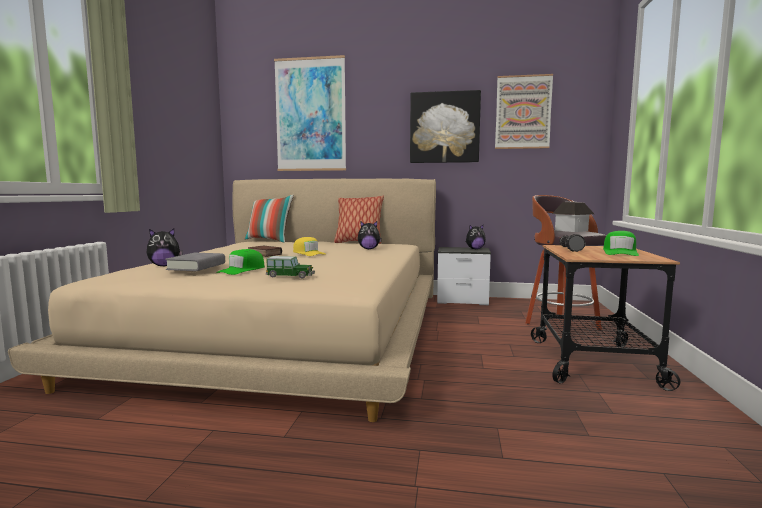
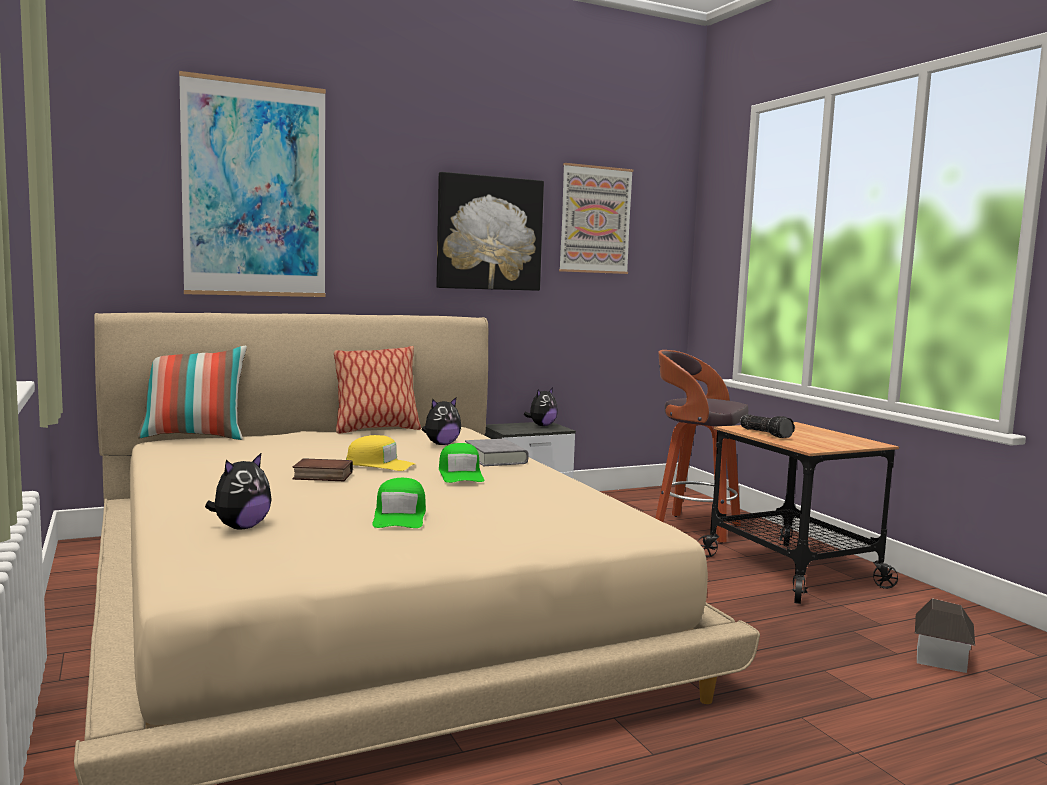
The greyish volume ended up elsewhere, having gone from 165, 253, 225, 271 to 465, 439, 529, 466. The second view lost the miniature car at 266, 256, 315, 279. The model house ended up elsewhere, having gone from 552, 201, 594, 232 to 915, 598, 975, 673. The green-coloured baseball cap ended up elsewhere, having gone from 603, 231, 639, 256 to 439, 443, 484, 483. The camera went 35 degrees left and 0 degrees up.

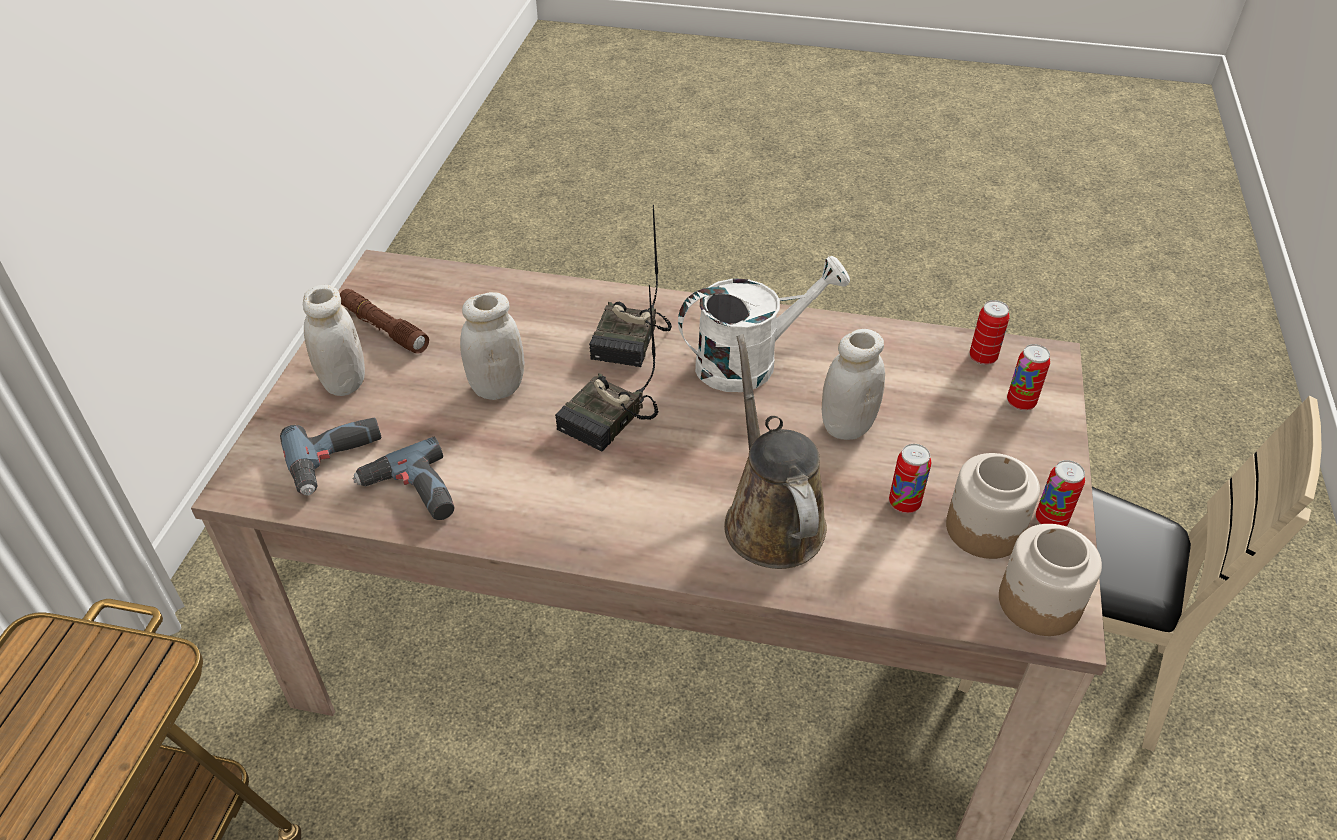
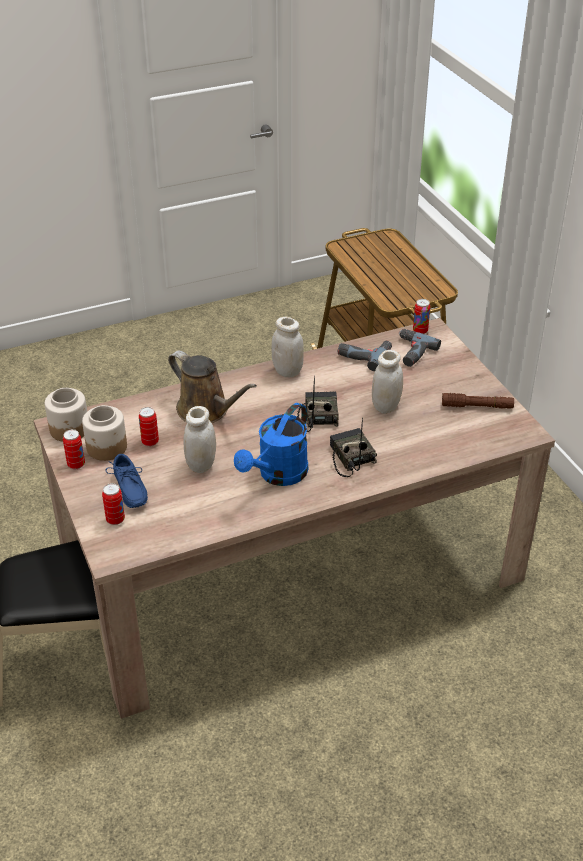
The whitish storage jar ended up elsewhere, having gone from 303, 285, 365, 396 to 272, 317, 304, 377. What was the whitish watering can at 678, 256, 850, 392 turned into the blue-coloured watering can at 234, 403, 308, 486. The sealed can ended up elsewhere, having gone from 970, 300, 1010, 365 to 413, 299, 430, 334. The second view gained the blue-coloured item of footwear at 106, 454, 148, 508. The camera went 145 degrees right and 5 degrees down.

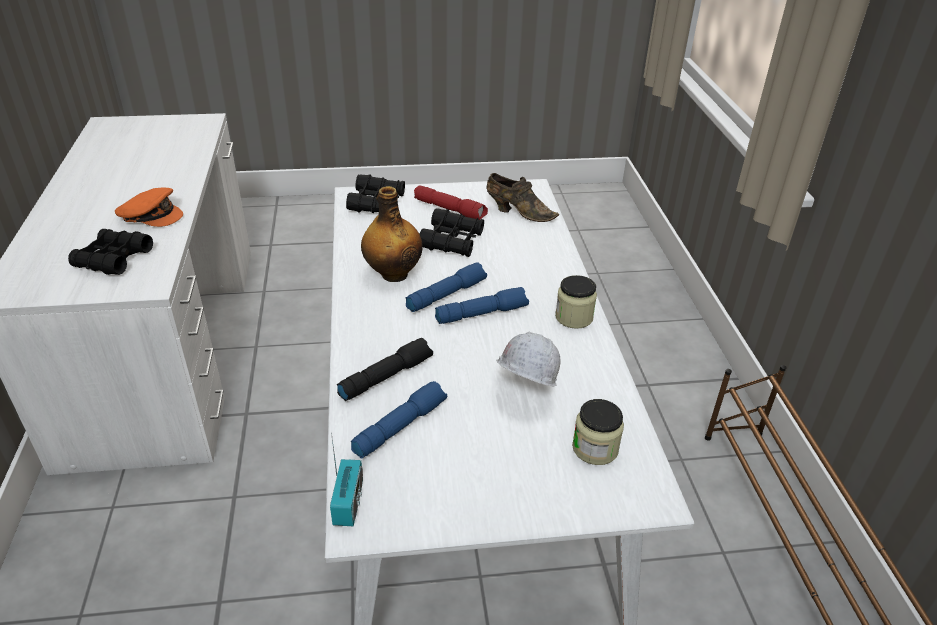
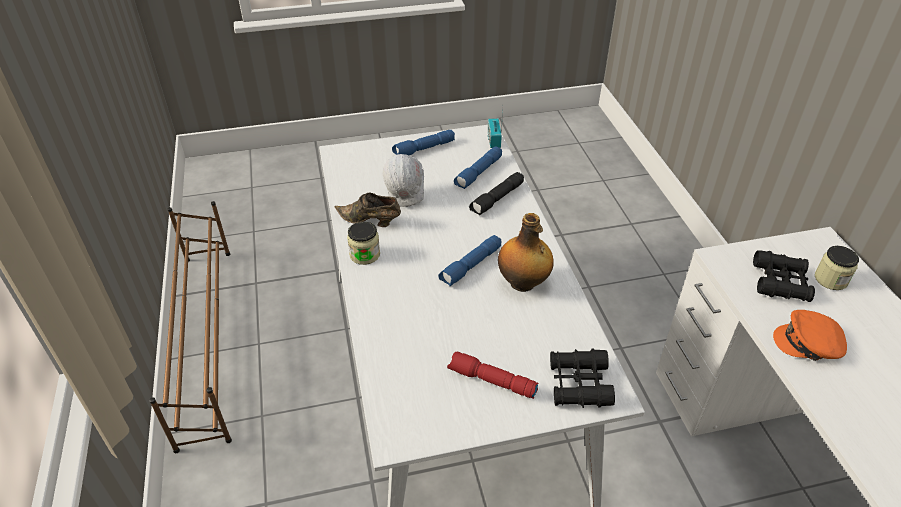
The second view lost the black binoculars at 420, 209, 484, 257. The blue-coloured hand torch ended up elsewhere, having gone from 435, 287, 529, 324 to 392, 130, 455, 155. The brown item of footwear ended up elsewhere, having gone from 486, 173, 559, 222 to 334, 192, 401, 227. The storage jar ended up elsewhere, having gone from 572, 399, 624, 465 to 815, 246, 859, 290. The camera went 175 degrees right and 5 degrees up.

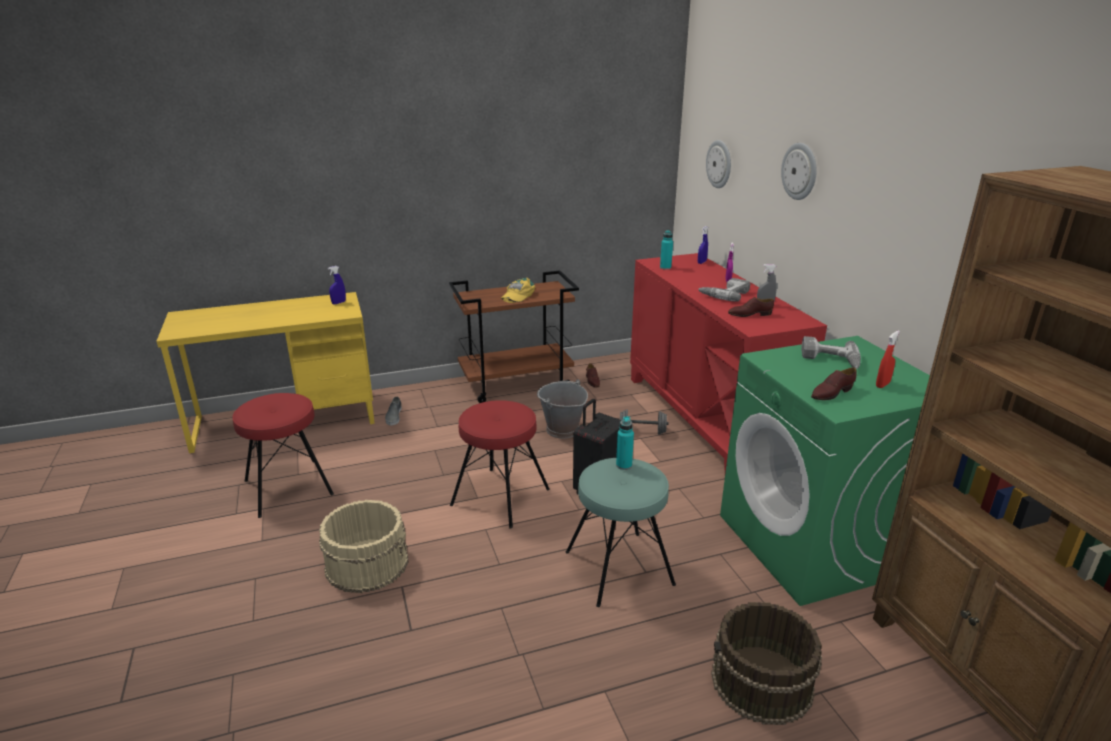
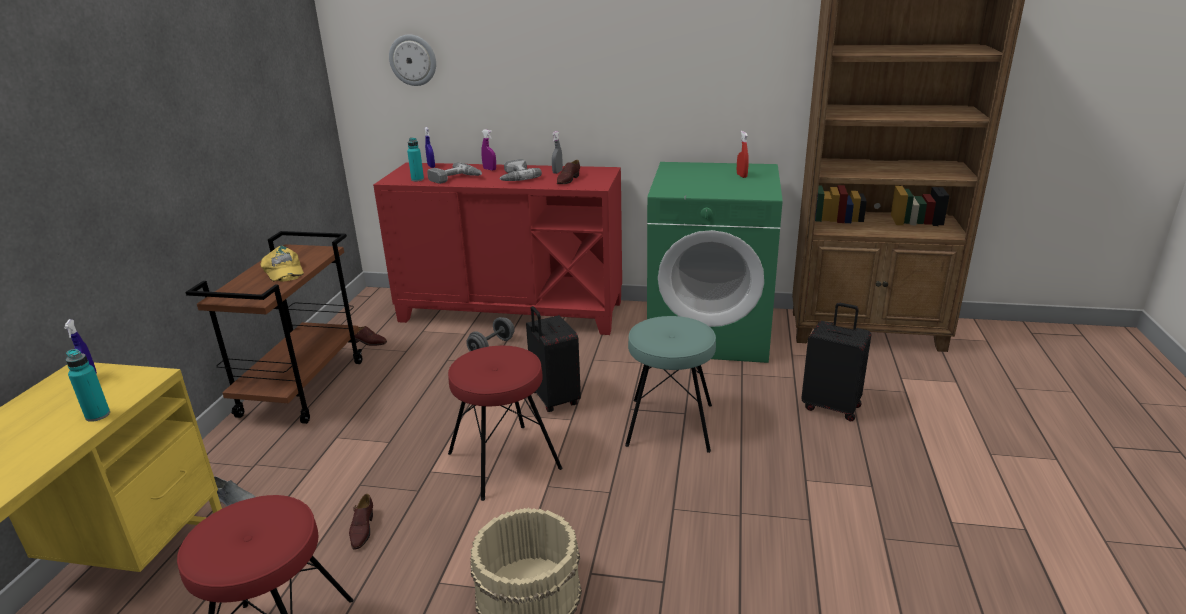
The second view lost the greyish bucket at 537, 379, 588, 439. The blue-green bottle ended up elsewhere, having gone from 616, 416, 634, 470 to 66, 349, 110, 422. Where the brown bucket stood at 711, 602, 822, 725, the black suitcase came to stand at 801, 303, 871, 421. The second view lost the clock on the wall at 781, 143, 817, 200. The electric drill ended up elsewhere, having gone from 801, 336, 861, 369 to 427, 162, 482, 184. The brown item of footwear ended up elsewhere, having gone from 811, 368, 856, 400 to 349, 494, 373, 549. The camera went 60 degrees left and 0 degrees up.

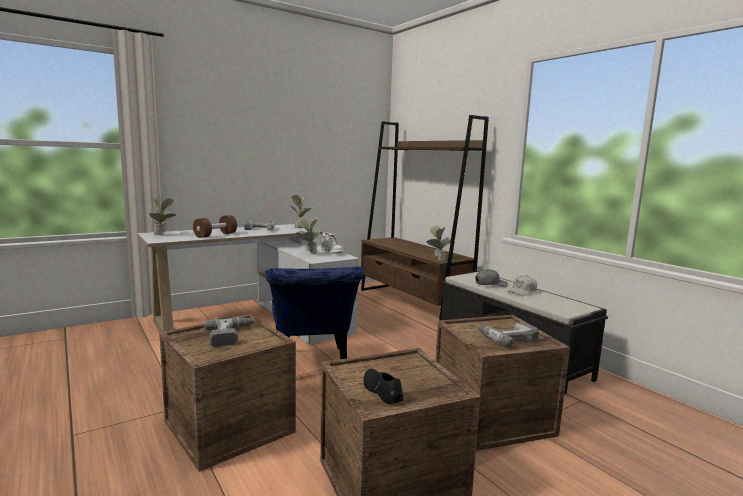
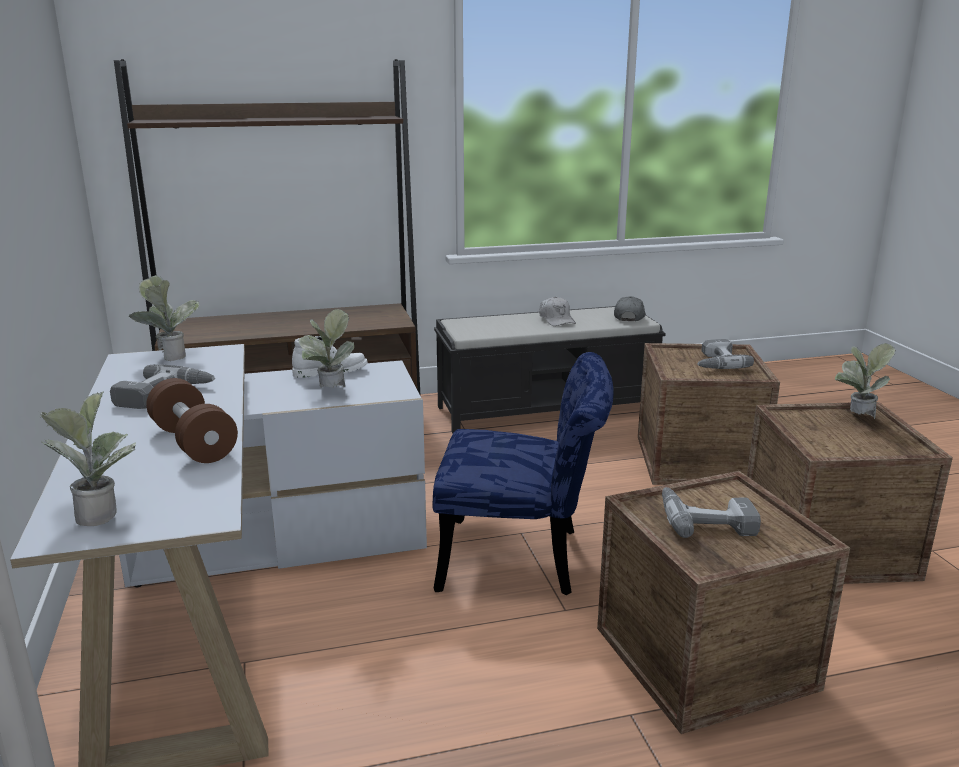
The second view lost the black item of footwear at 364, 369, 403, 405. The potted plant ended up elsewhere, having gone from 426, 226, 451, 261 to 835, 343, 895, 419. The greyish baseball cap ended up elsewhere, having gone from 475, 269, 508, 287 to 614, 296, 645, 321. The camera went 70 degrees left and 10 degrees up.

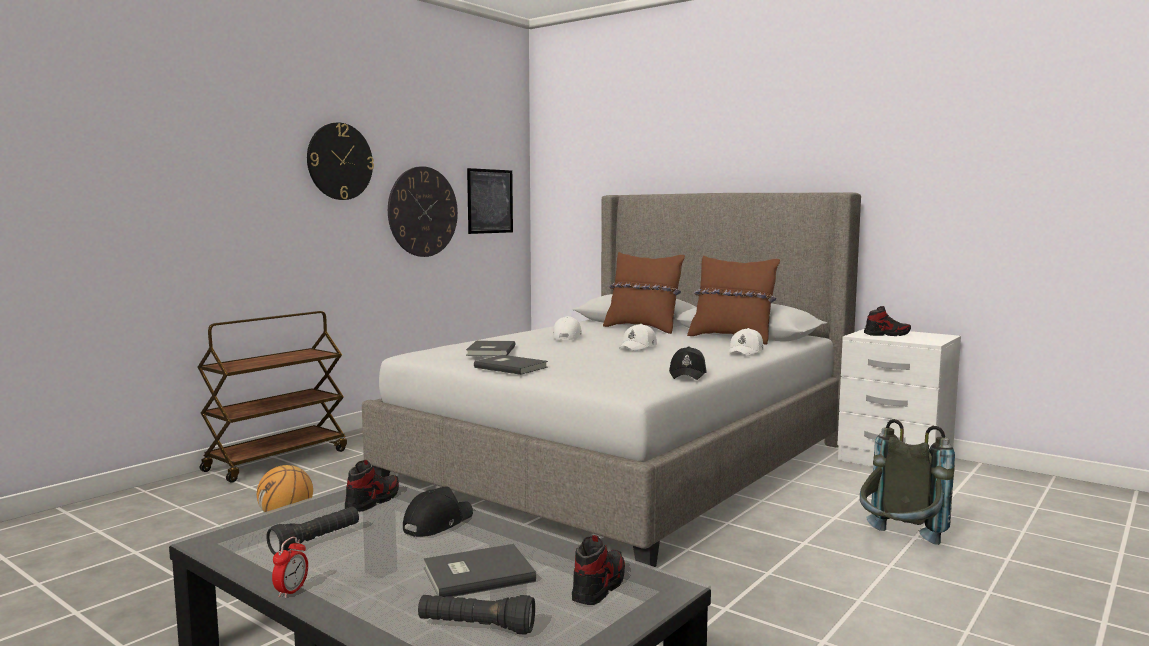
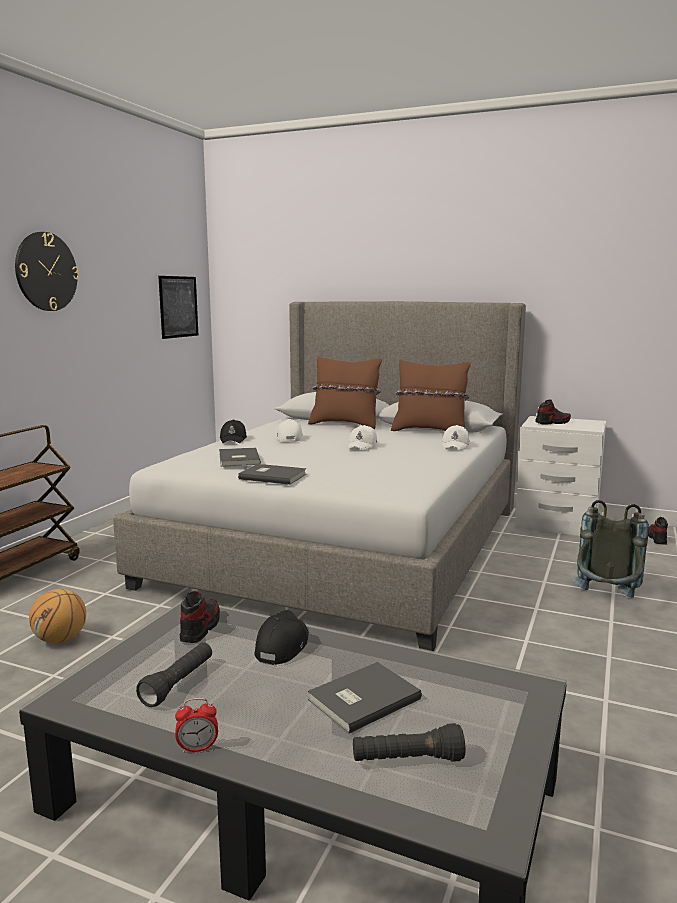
The table clock at 272, 537, 308, 598 ended up facing another way, 75 degrees clockwise from before. The second view lost the clock on the wall at 388, 166, 458, 257. The item of footwear ended up elsewhere, having gone from 572, 535, 625, 605 to 648, 517, 668, 545. The black baseball cap ended up elsewhere, having gone from 669, 347, 706, 380 to 220, 420, 247, 444. The camera went 15 degrees left and 5 degrees up.

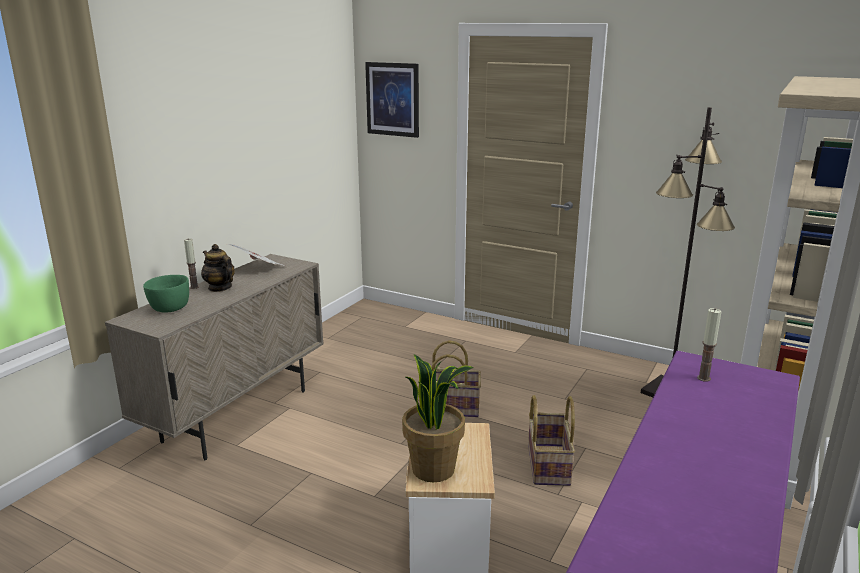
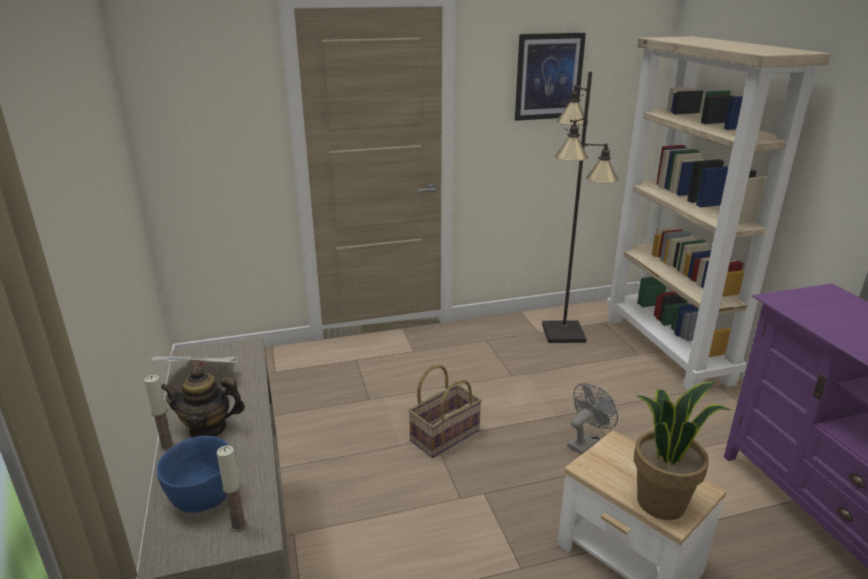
What was the green-coloured bowl at 143, 275, 189, 313 turned into the blue-coloured bowl at 157, 436, 229, 513. The wall picture ended up elsewhere, having gone from 365, 62, 419, 138 to 515, 33, 586, 121. Where the storage basket stood at 528, 395, 575, 486, the greyish cooling fan came to stand at 567, 383, 618, 455. The wax candle ended up elsewhere, having gone from 697, 308, 721, 382 to 217, 446, 247, 532. The camera went 45 degrees left and 5 degrees up.

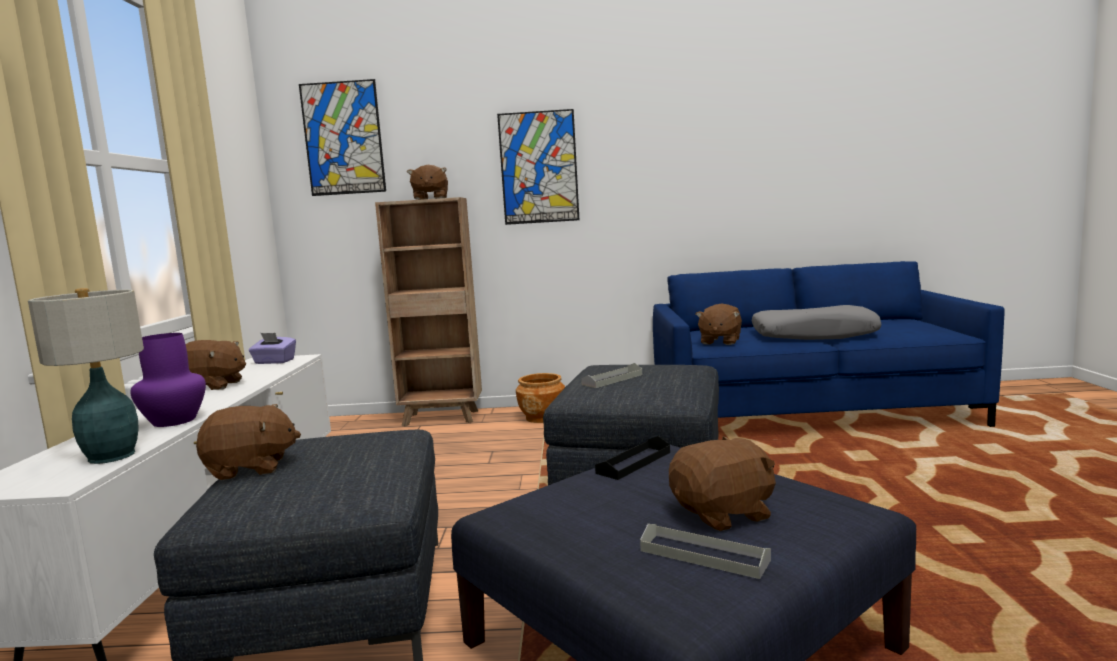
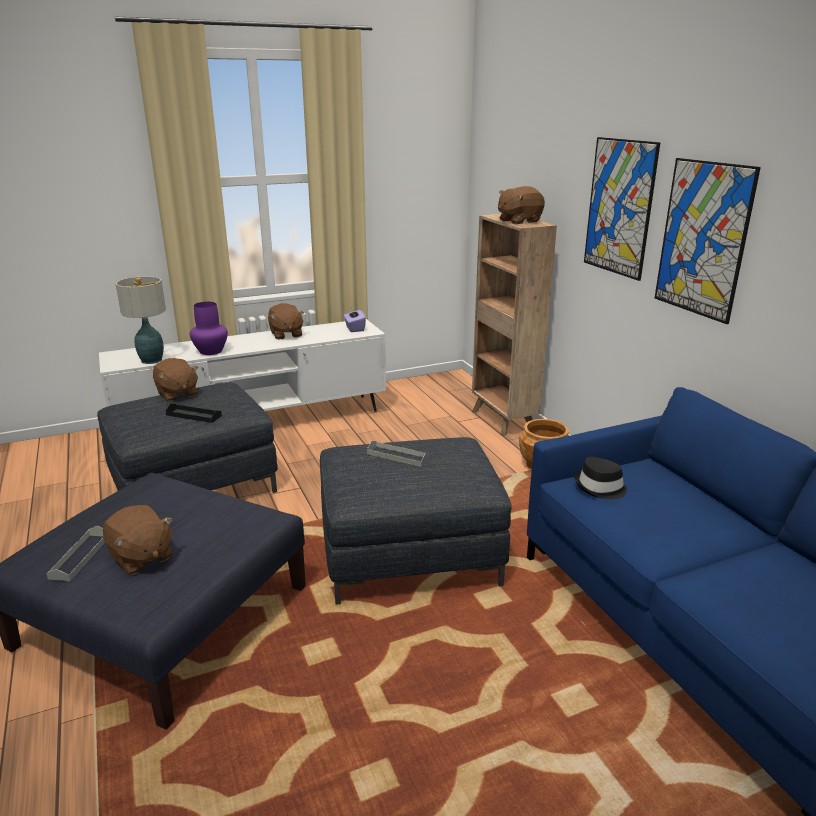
The wall picture ended up elsewhere, having gone from 299, 79, 386, 196 to 655, 158, 761, 324. The black serving tray ended up elsewhere, having gone from 595, 436, 670, 480 to 166, 404, 222, 423. Where the brown cuddly toy stood at 696, 303, 742, 345, the black clothing hat came to stand at 574, 457, 627, 499. The second view lost the greyish cushion at 752, 305, 882, 340. The camera went 65 degrees right and 15 degrees up.

